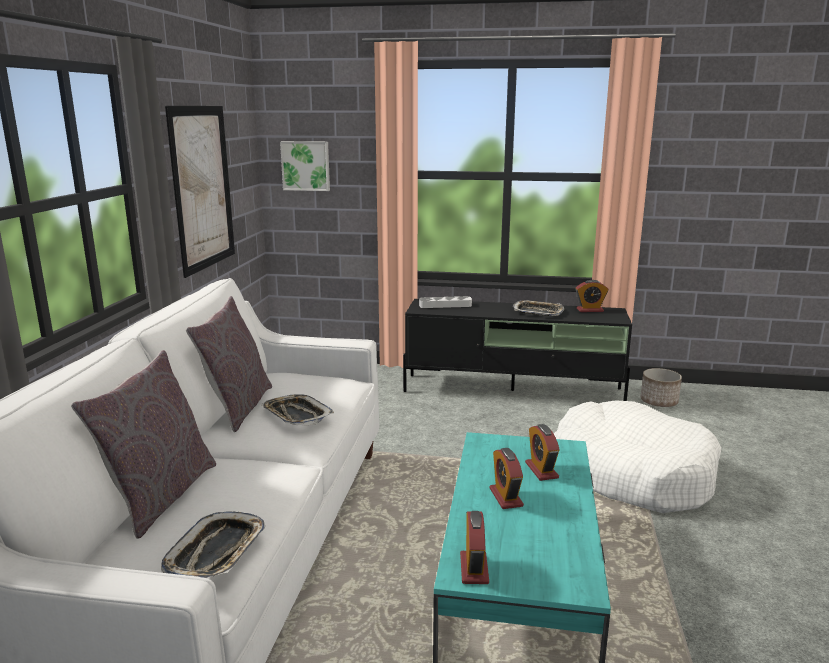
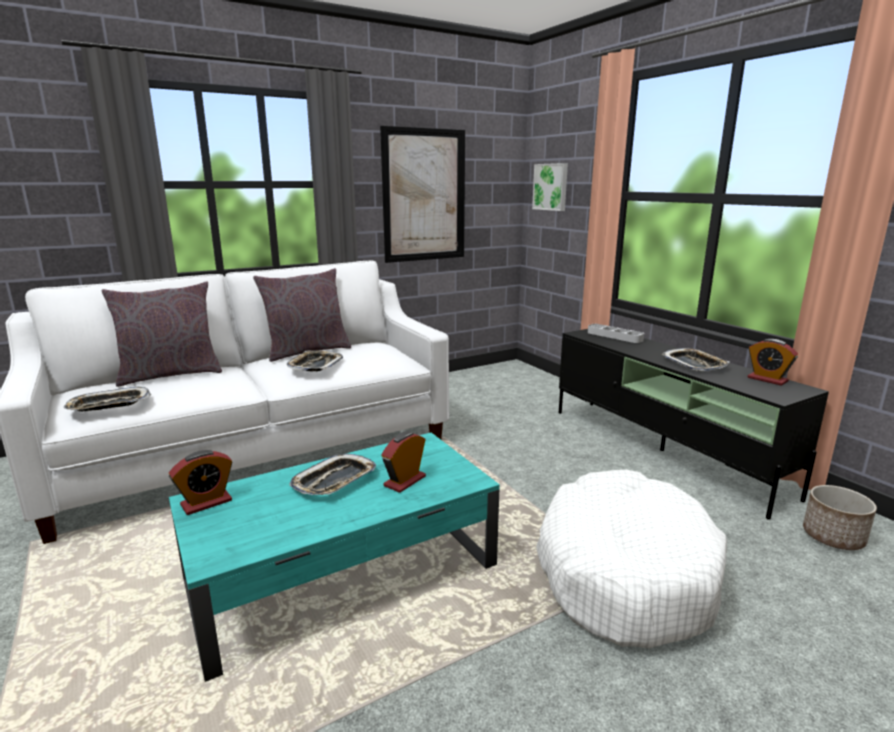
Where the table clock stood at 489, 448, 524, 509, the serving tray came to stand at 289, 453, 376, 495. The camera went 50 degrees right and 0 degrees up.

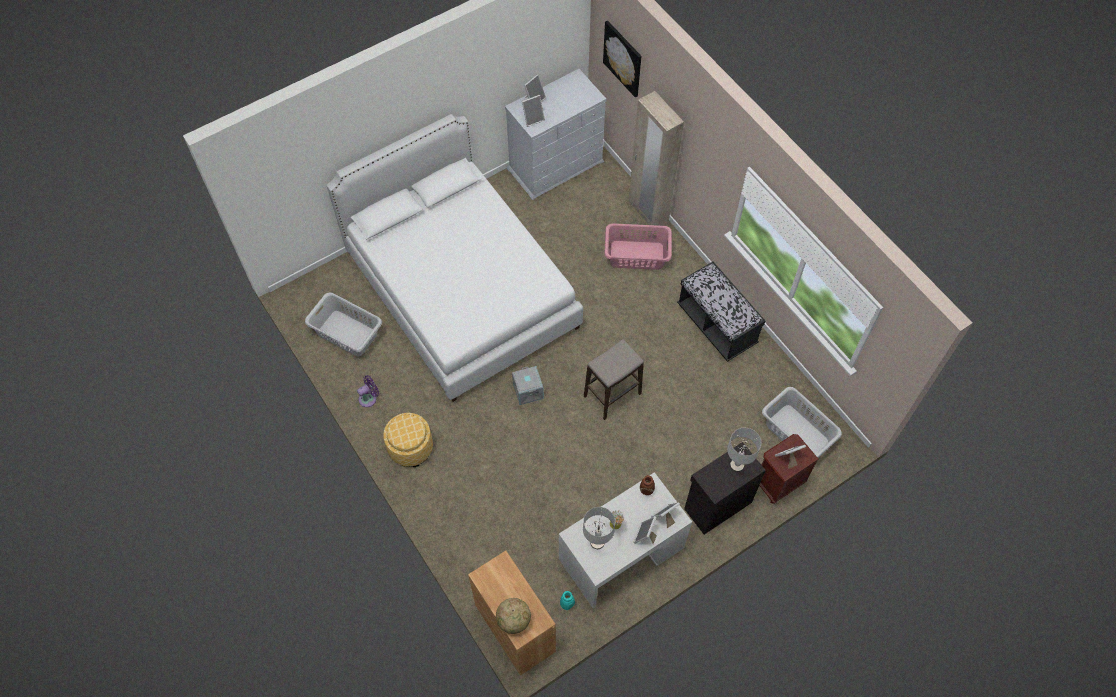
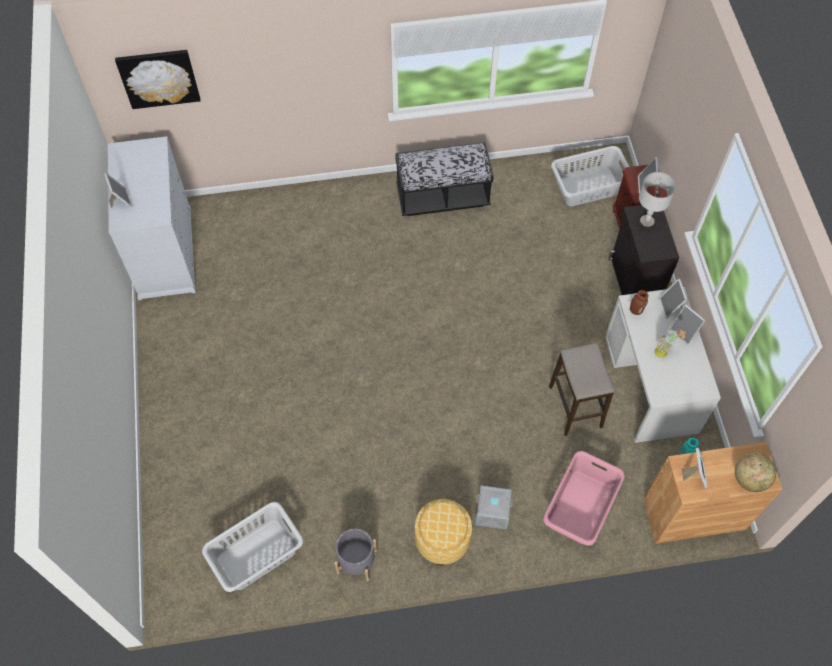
The second view lost the whitish bed at 326, 114, 583, 402. Where the purple cooling fan stood at 357, 375, 379, 407, the greyish planter came to stand at 335, 529, 377, 581. The greyish storage container ended up elsewhere, having gone from 512, 366, 544, 405 to 475, 485, 513, 529. The picture frame ended up elsewhere, having gone from 522, 95, 545, 127 to 682, 448, 708, 488. The second view lost the greyish lamp for a table at 583, 507, 615, 549. The sitting stool ended up elsewhere, having gone from 584, 339, 644, 420 to 549, 343, 614, 436. The pink washing basket ended up elsewhere, having gone from 604, 223, 672, 270 to 543, 451, 625, 546. The second view lost the beige armoire at 629, 91, 684, 232. The camera went 65 degrees left and 0 degrees up.

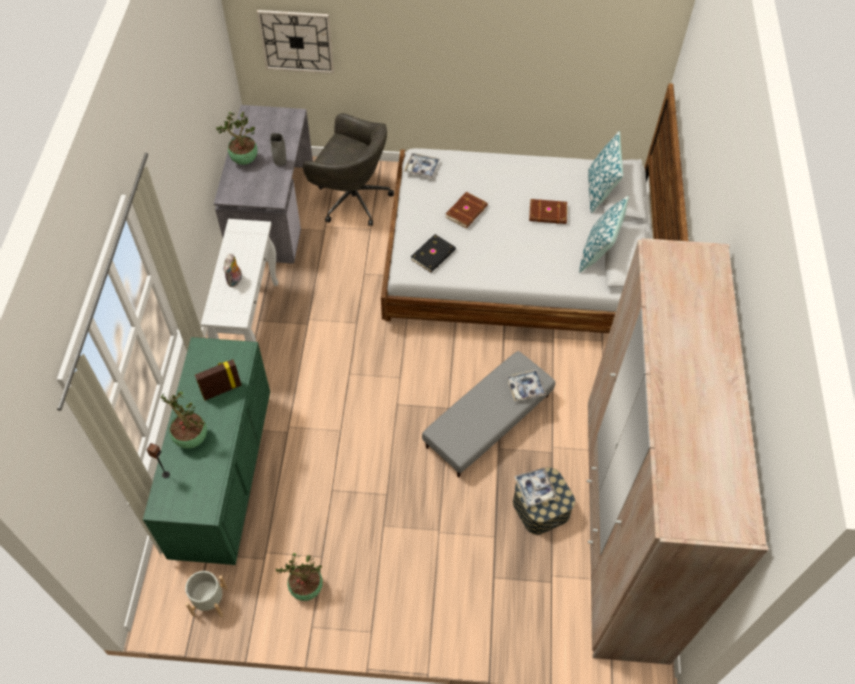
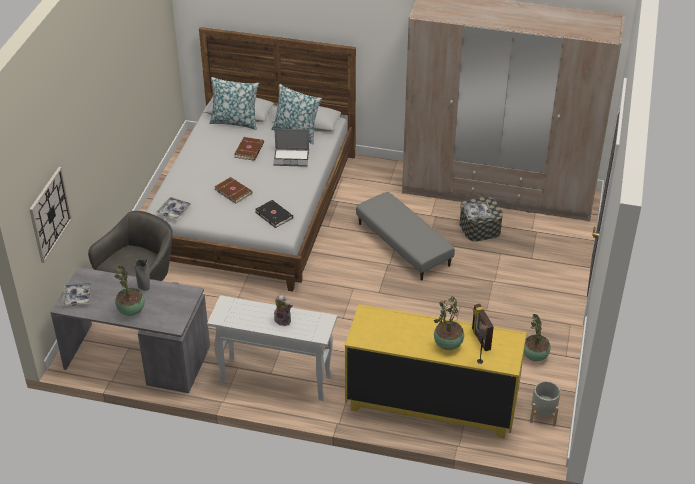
What was the green-coloured dresser at 143, 337, 270, 565 turned into the yellow-coloured dresser at 345, 304, 527, 438. The picture frame ended up elsewhere, having gone from 195, 359, 242, 401 to 472, 304, 494, 351. The serving tray ended up elsewhere, having gone from 506, 369, 546, 401 to 62, 283, 92, 306. The second view gained the laptop at 273, 129, 309, 167. The camera went 80 degrees left and 15 degrees down.

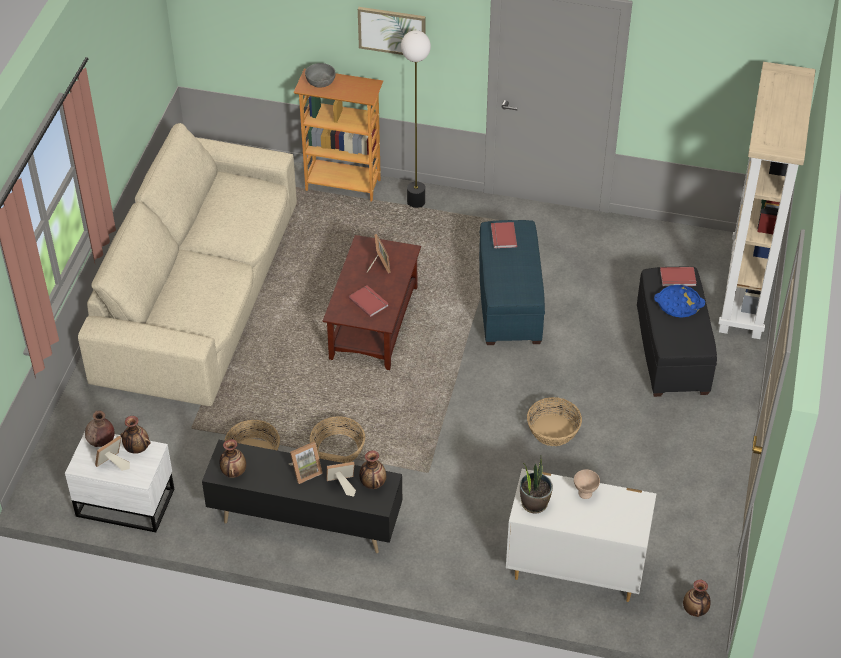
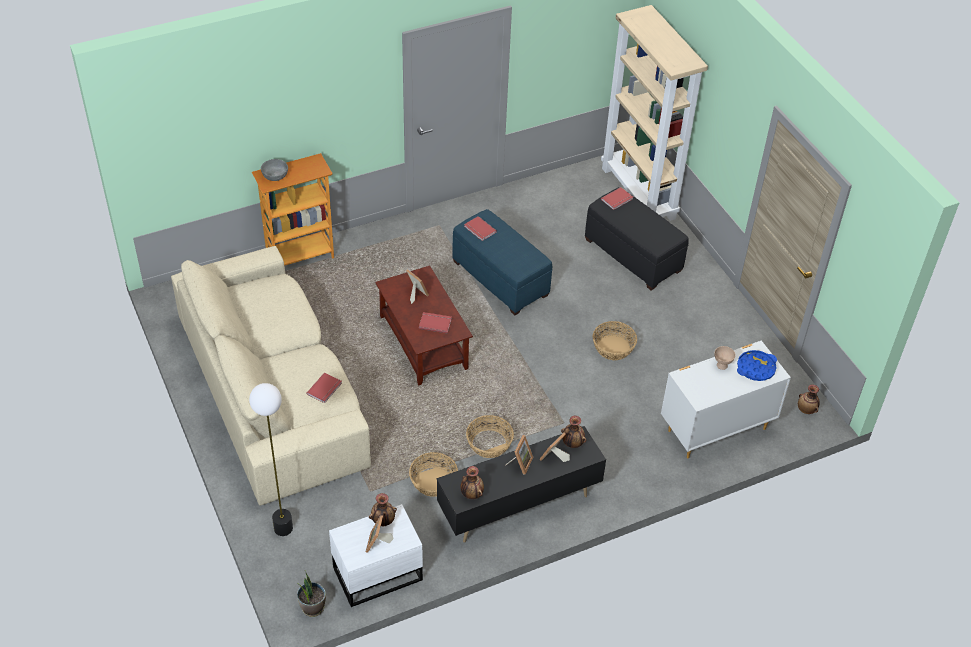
The second view lost the brown decorative vase at 85, 410, 115, 447. The second view lost the wall picture at 358, 7, 426, 55. The standard lamp ended up elsewhere, having gone from 401, 30, 431, 208 to 249, 383, 293, 536. The potted plant ended up elsewhere, having gone from 520, 456, 553, 514 to 297, 570, 326, 617. The blue-coloured serving tray ended up elsewhere, having gone from 654, 285, 705, 318 to 737, 350, 777, 381. The second view gained the red-coloured volume at 307, 373, 342, 403. The camera went 40 degrees left and 0 degrees up.

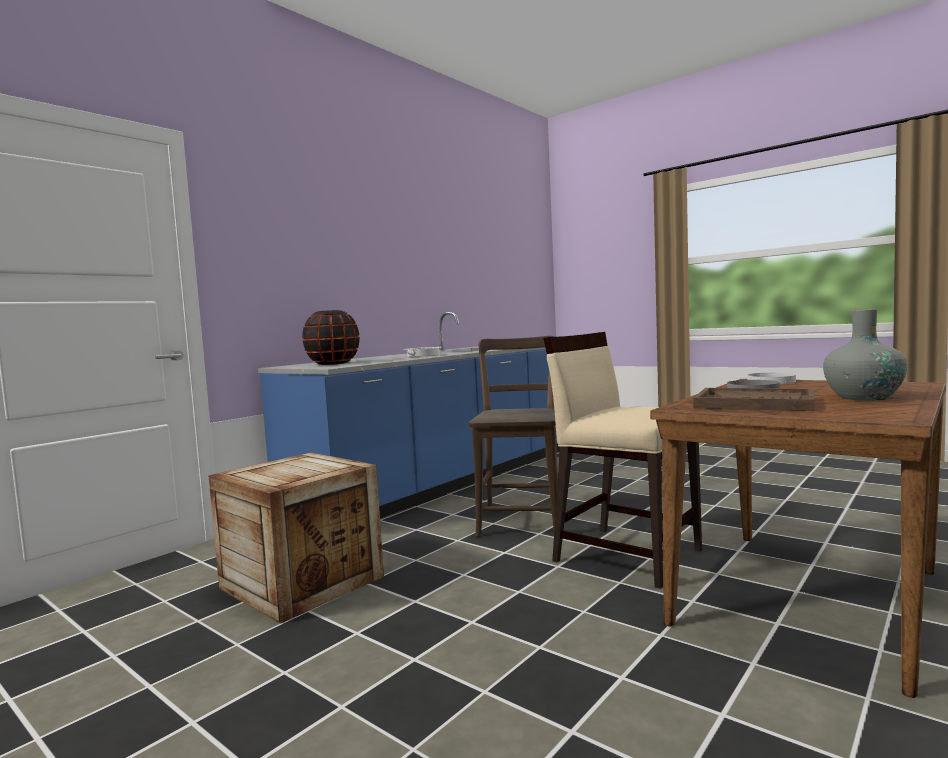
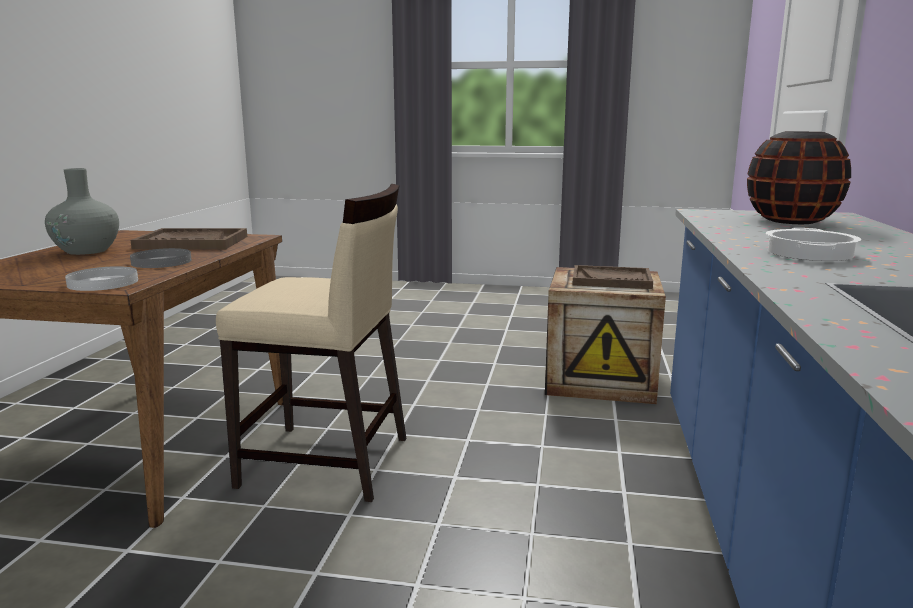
The second view lost the brown chair at 468, 336, 558, 537. The second view gained the brown serving tray at 572, 265, 653, 289. The camera went 150 degrees right and 10 degrees up.

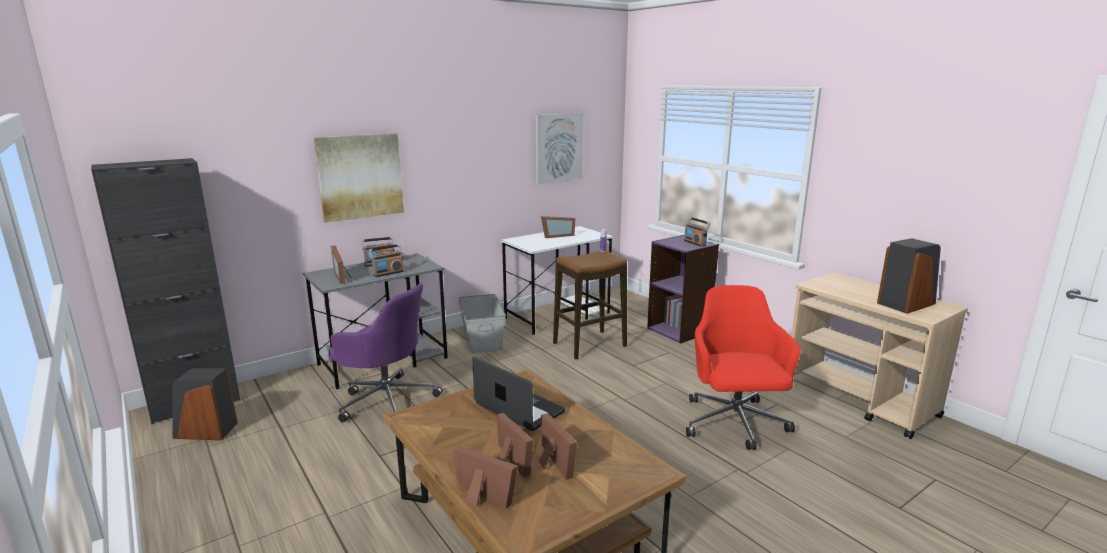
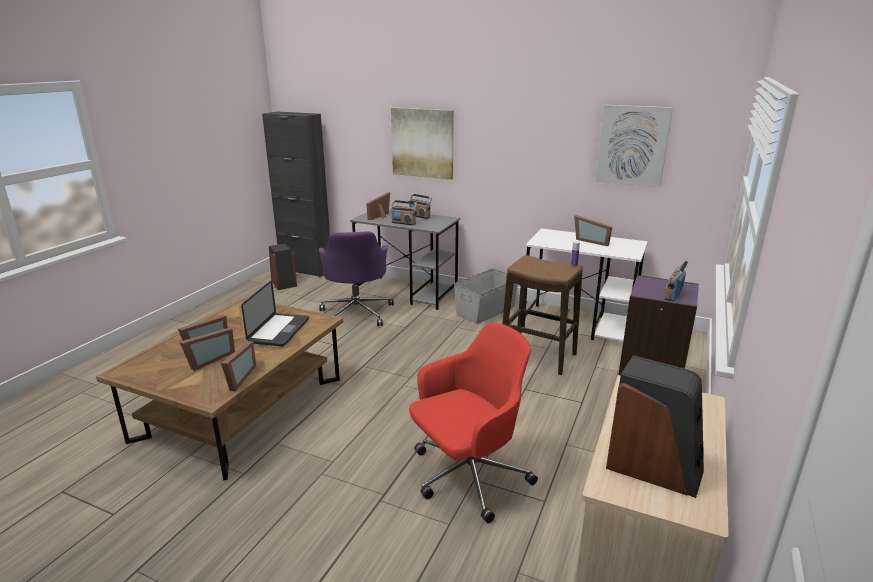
The picture frame ended up elsewhere, having gone from 454, 446, 518, 509 to 221, 341, 256, 391. The camera went 60 degrees right and 5 degrees up.

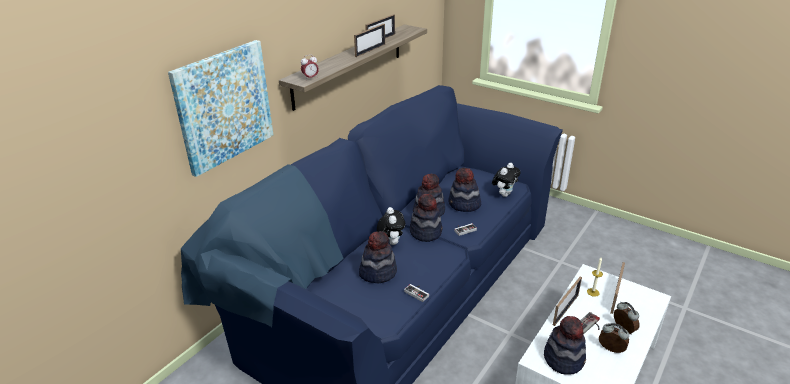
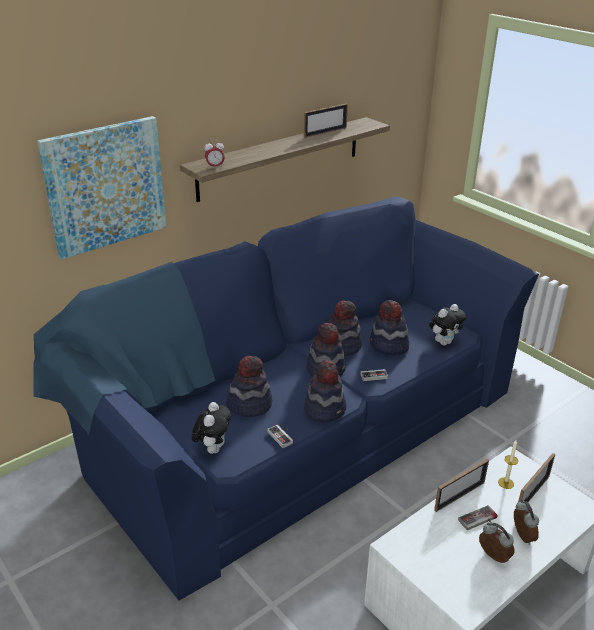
The second view lost the picture frame at 354, 24, 385, 57. The cuddly toy ended up elsewhere, having gone from 377, 207, 405, 245 to 192, 402, 231, 454. The clothing hat ended up elsewhere, having gone from 544, 316, 586, 374 to 304, 360, 347, 422. The camera went 15 degrees right and 0 degrees up.

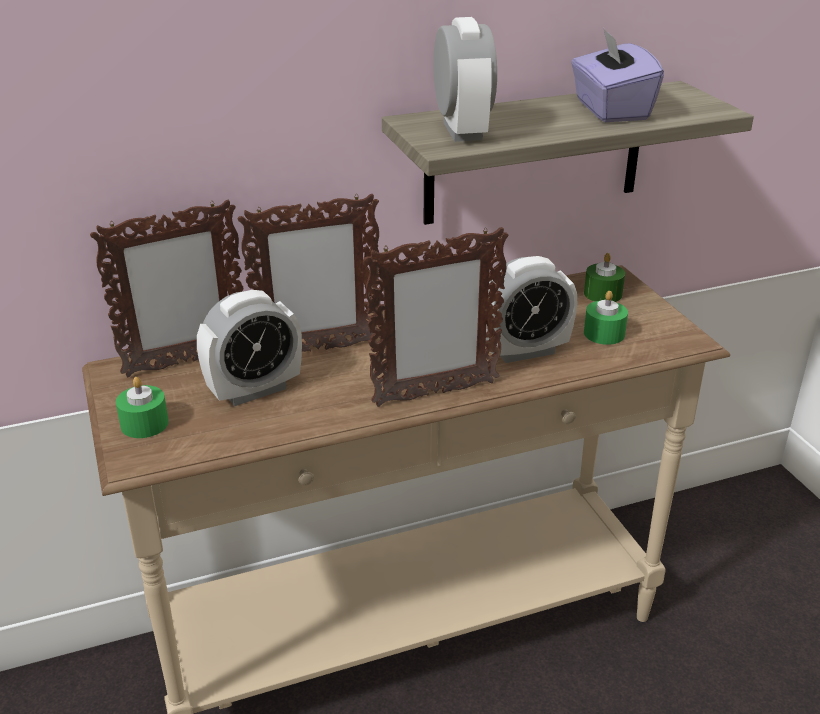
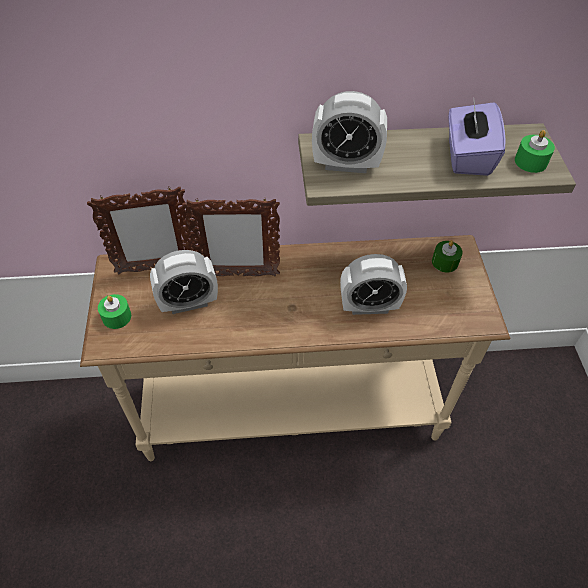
The second view lost the picture frame at 364, 227, 509, 407. The table clock at 433, 17, 497, 142 ended up facing another way, 90 degrees clockwise from before. The green-coloured wax candle ended up elsewhere, having gone from 584, 291, 628, 345 to 515, 130, 555, 173. The camera went 15 degrees right and 20 degrees up.

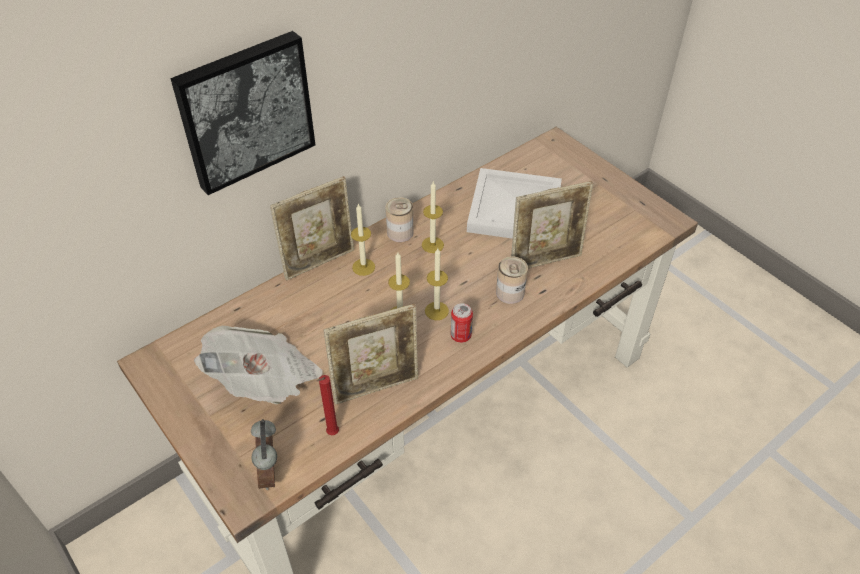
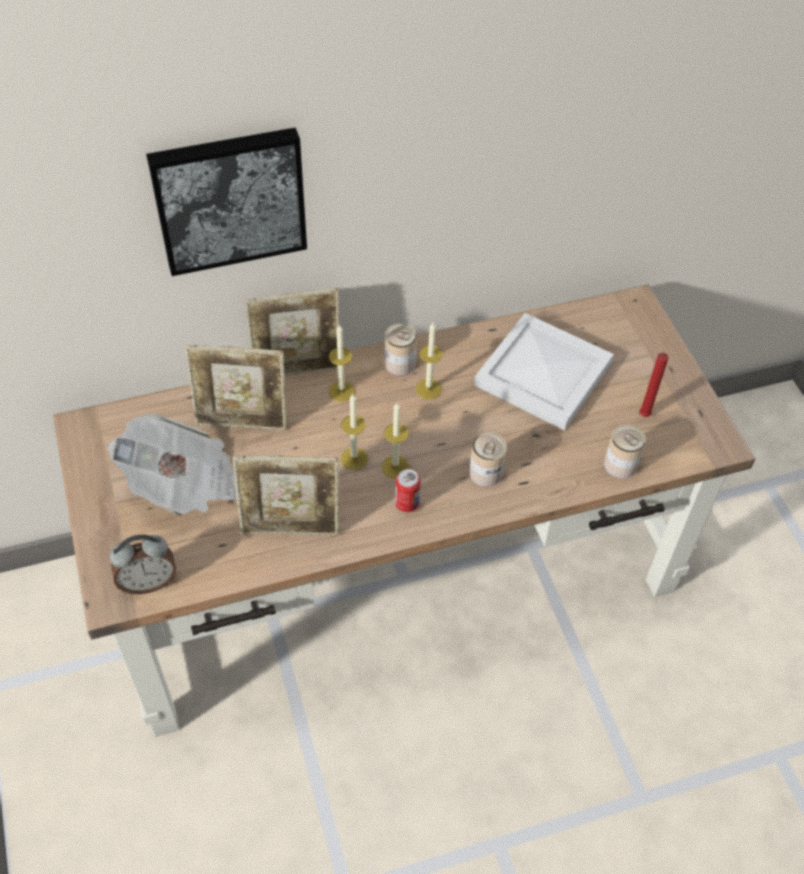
The table clock at 251, 419, 277, 490 ended up facing another way, 120 degrees counterclockwise from before. The red-coloured wax candle ended up elsewhere, having gone from 316, 375, 339, 435 to 639, 353, 669, 417. The picture frame ended up elsewhere, having gone from 511, 181, 593, 268 to 185, 345, 287, 430. The second view gained the sealed can at 604, 425, 646, 479. The camera went 20 degrees right and 5 degrees up.

